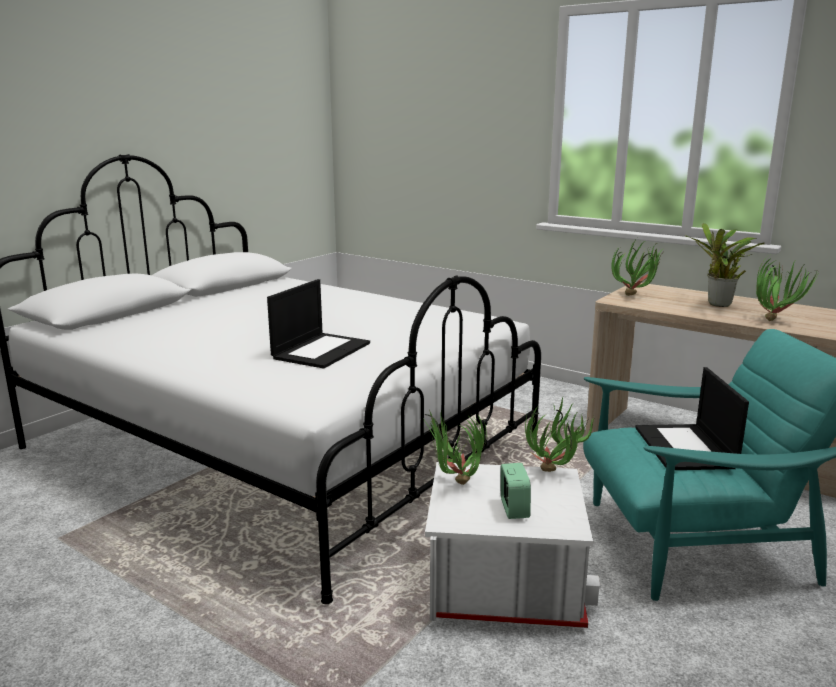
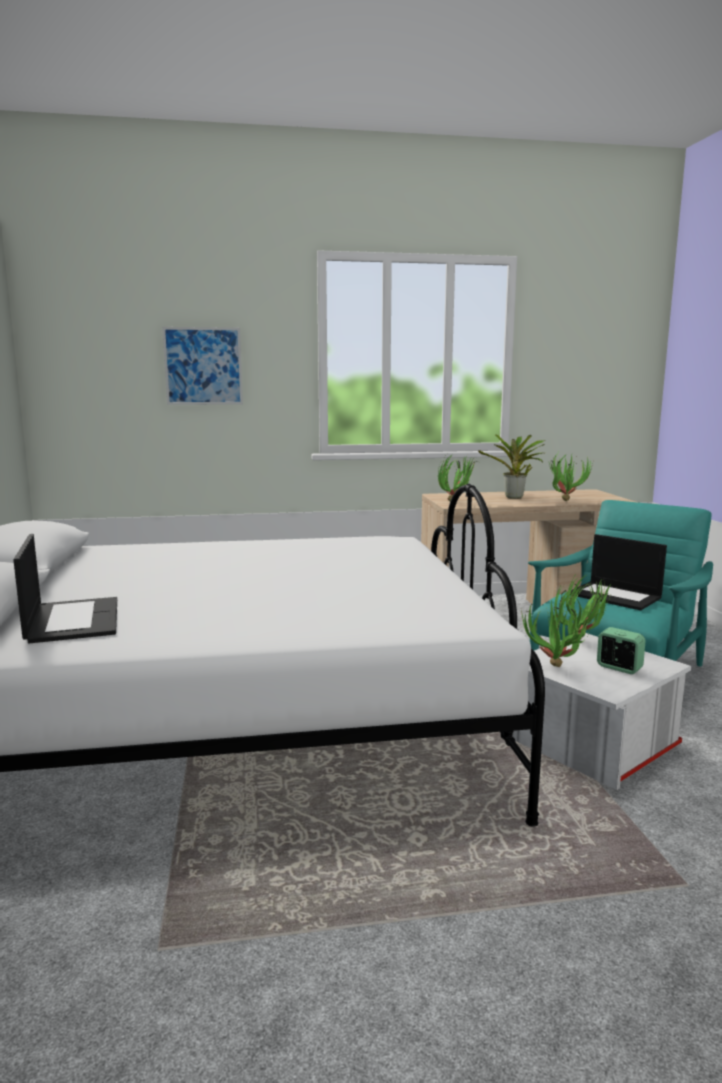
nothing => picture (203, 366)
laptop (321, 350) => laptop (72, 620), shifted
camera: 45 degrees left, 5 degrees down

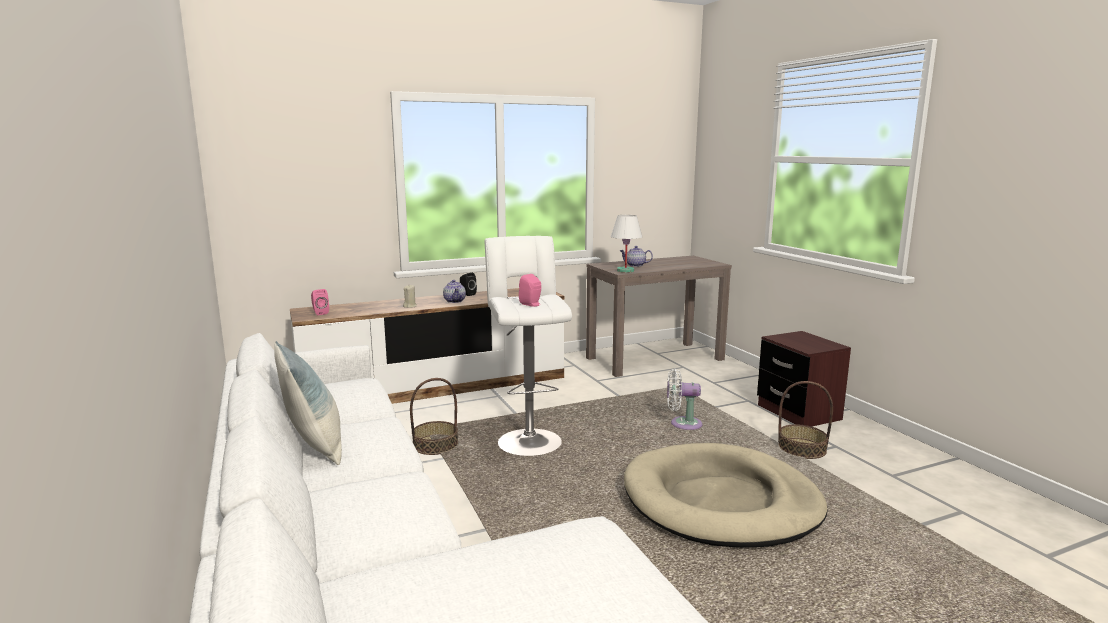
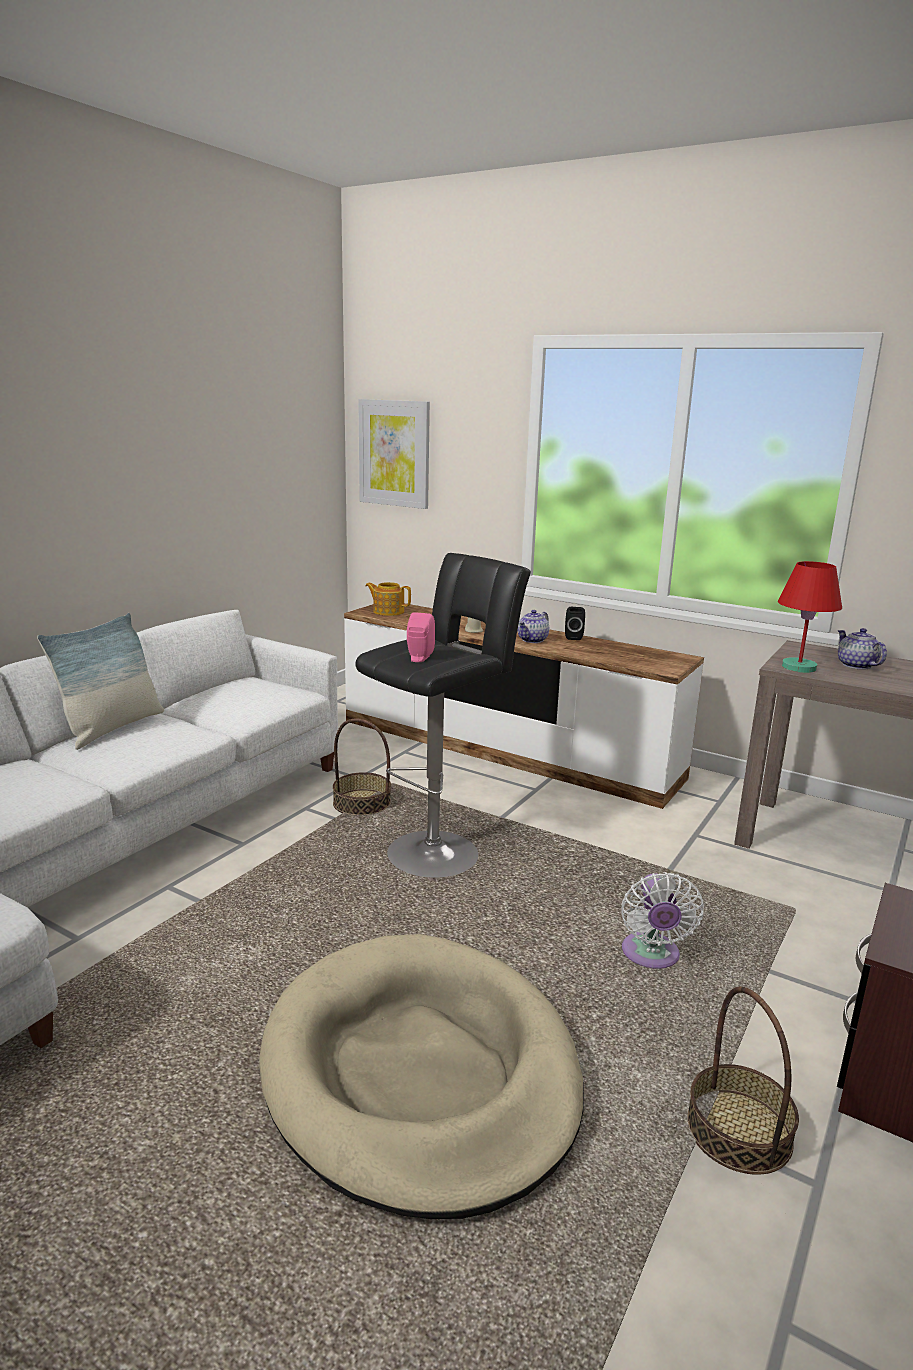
nothing => picture (394, 453)
speaker in pink (320, 313) => teapot (388, 611)
stool seat in whitish (528, 440) => stool seat in blackish (438, 851)
tabletop lamp in whitish (625, 271) => tabletop lamp in red (798, 667)
fan in whitish (682, 424) => fan in whitish (651, 956), 150 degrees counterclockwise
camera: 55 degrees right, 5 degrees up

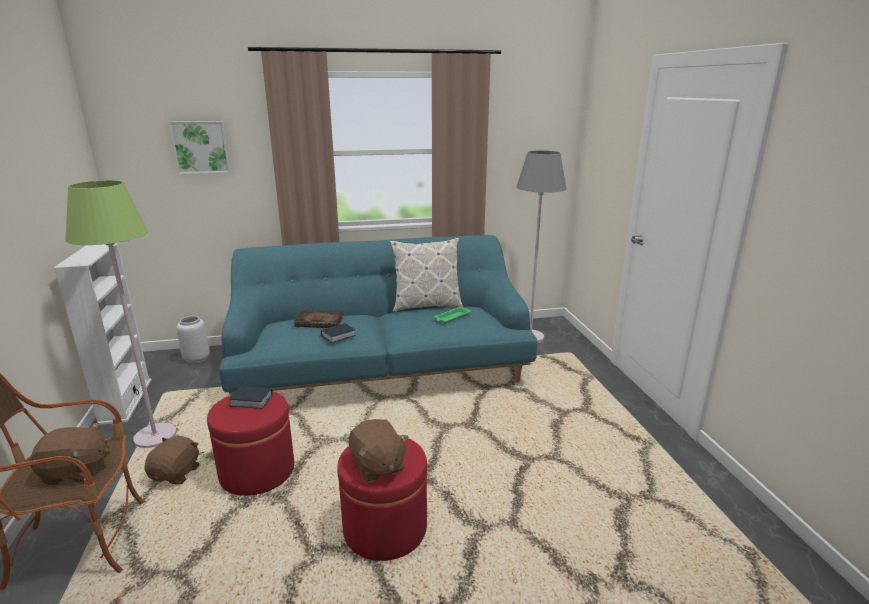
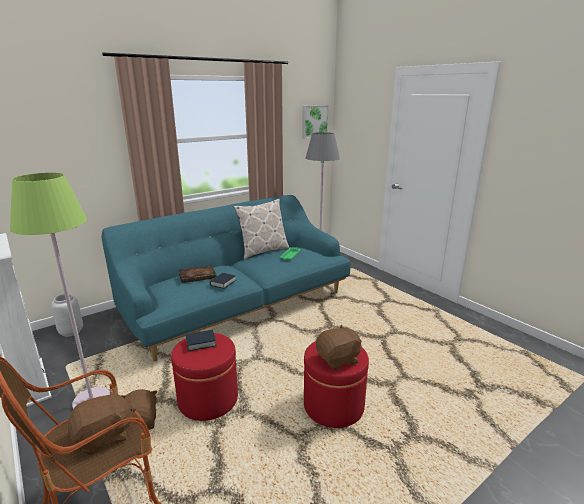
picture (201, 147) => picture (314, 121), shifted
soft toy in brownish (377, 466) => soft toy in brownish (338, 359), 60 degrees counterclockwise
camera: 25 degrees left, 0 degrees up

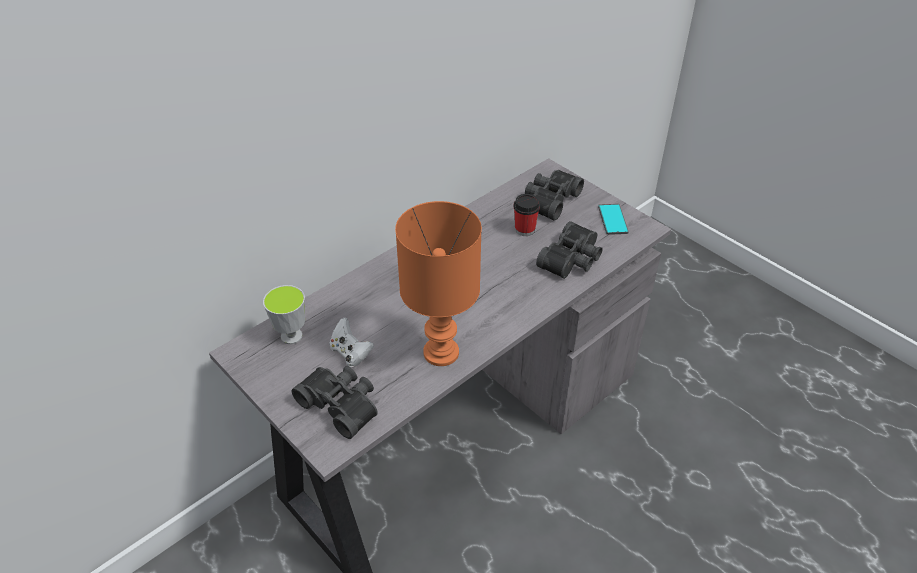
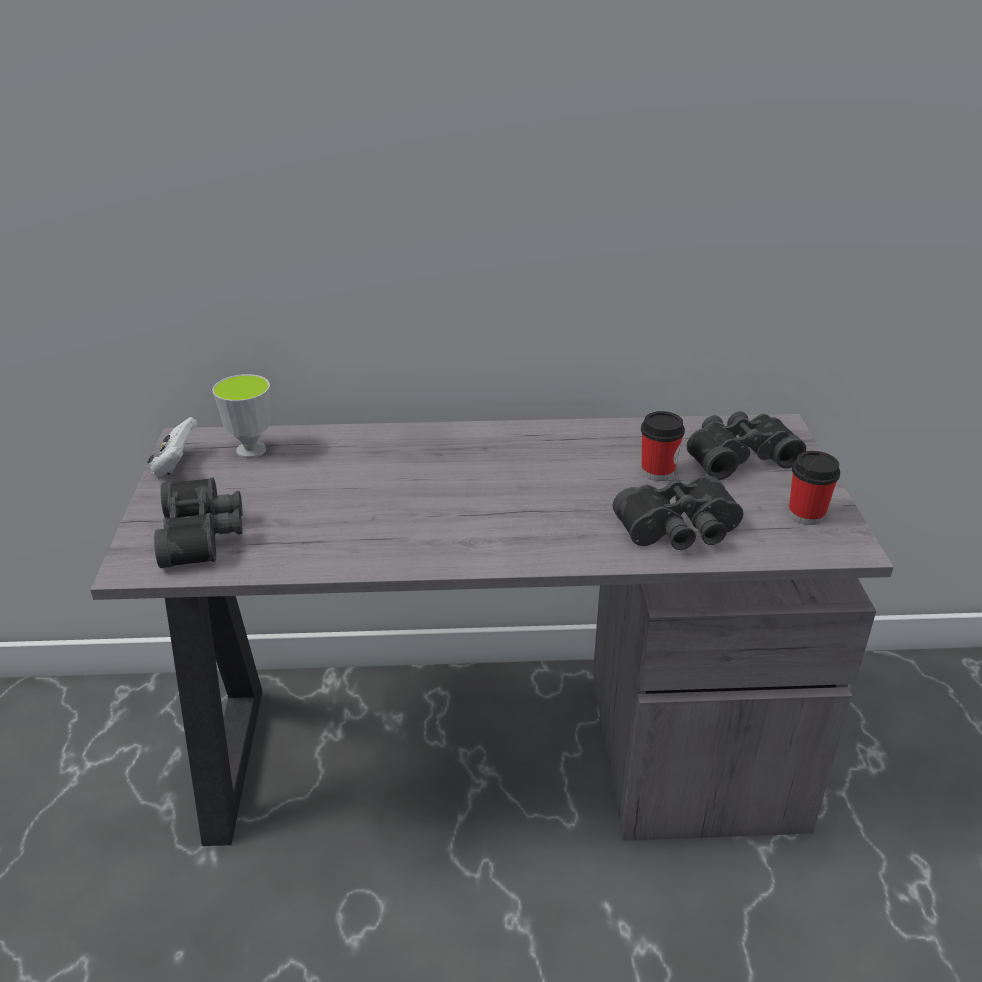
tabletop lamp in orange (442, 352) => nothing
joypad in whitish (351, 353) => joypad in whitish (176, 465), shifted
telephone (612, 219) => small cup (806, 515)
camera: 40 degrees right, 10 degrees down

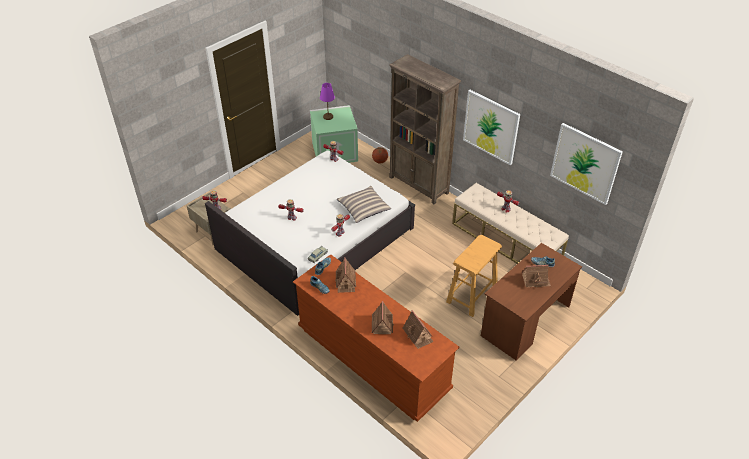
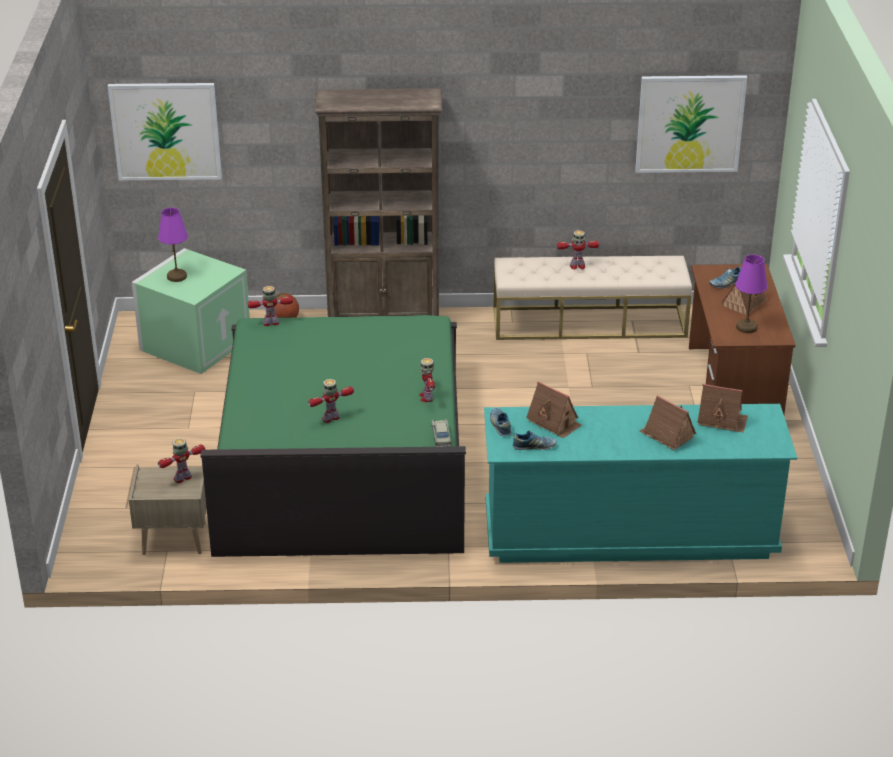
cushion (363, 208) => nothing
stool seat in beige (472, 295) => nothing
nothing => tabletop lamp in purple (746, 327)
picture (491, 127) => picture (166, 131), shifted
bedroom bed in whitish (315, 238) => bedroom bed in green-coloured (342, 458)
dresser in brownish (373, 358) => dresser in blue-green (629, 533)
camera: 45 degrees left, 10 degrees down

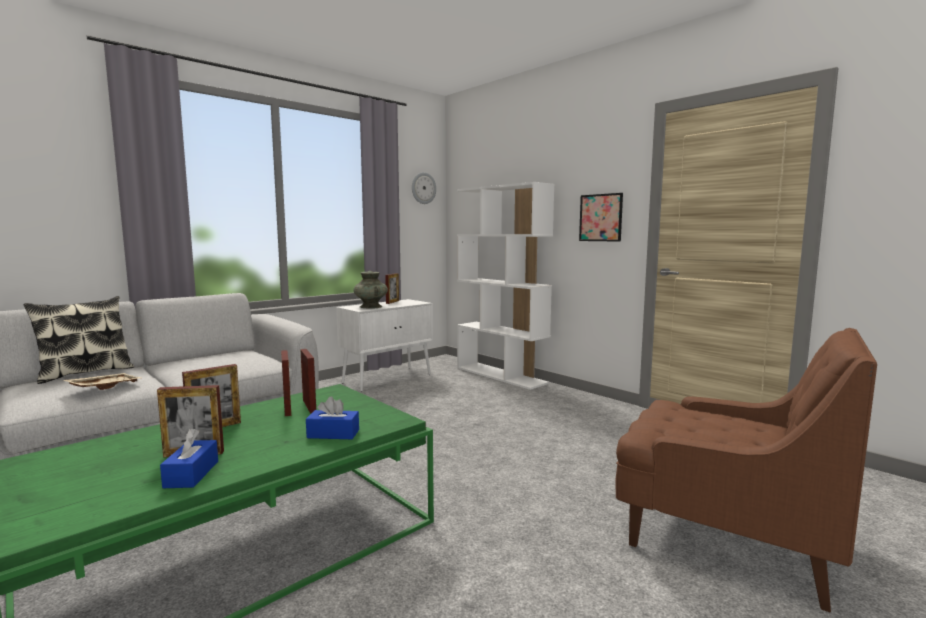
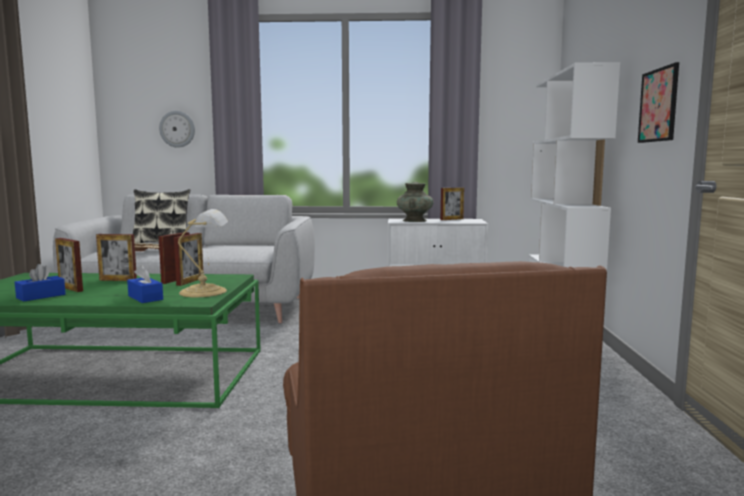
nothing => tabletop lamp (206, 291)
clock on the wall (423, 188) => clock on the wall (177, 129), shifted
camera: 45 degrees right, 0 degrees up

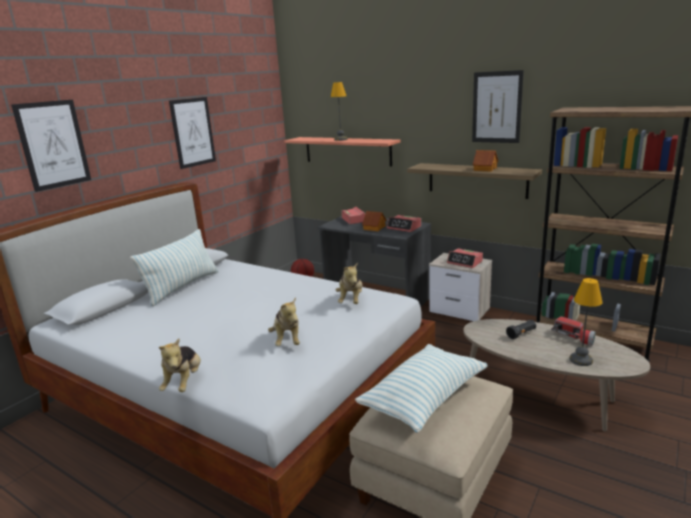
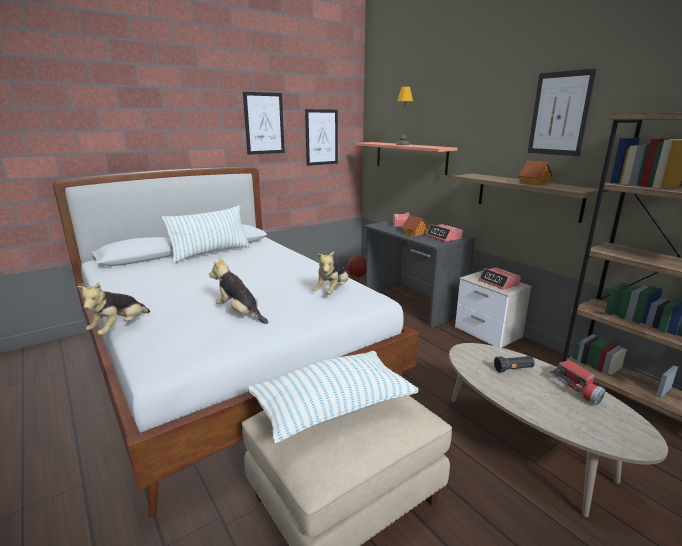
tabletop lamp (581, 360) => nothing
picture (53, 144) => picture (321, 137), shifted
soft toy (287, 340) => soft toy (240, 313), 120 degrees clockwise
camera: 20 degrees right, 0 degrees up

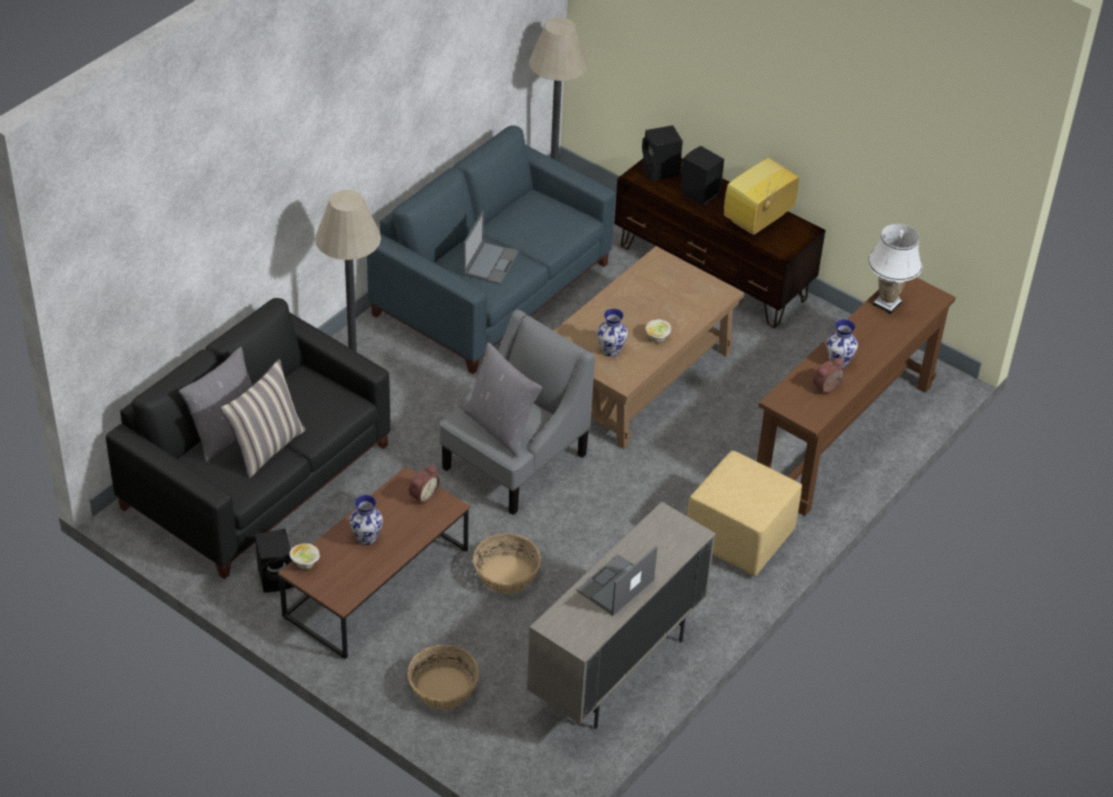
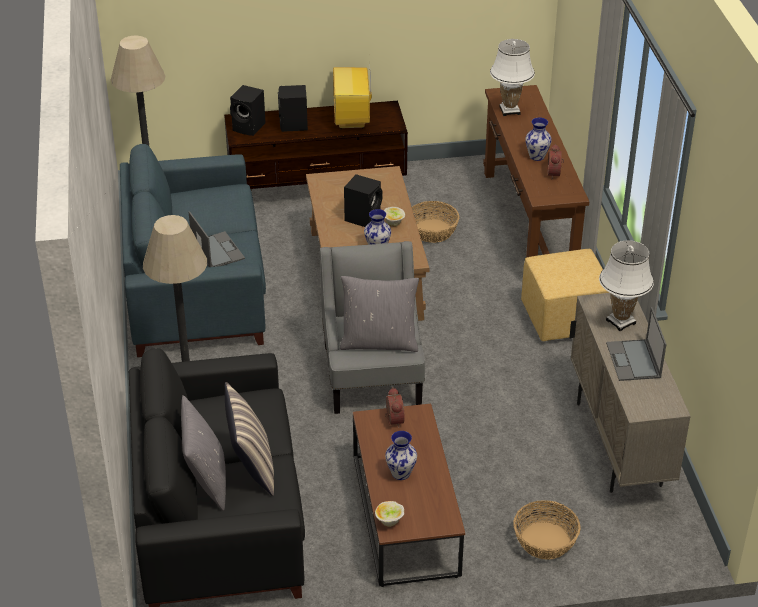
nothing => tabletop lamp in whitish (621, 322)
speaker in blackish (277, 577) => speaker in blackish (363, 217), shifted
household basket (506, 575) => household basket (433, 231), shifted
camera: 45 degrees left, 5 degrees down

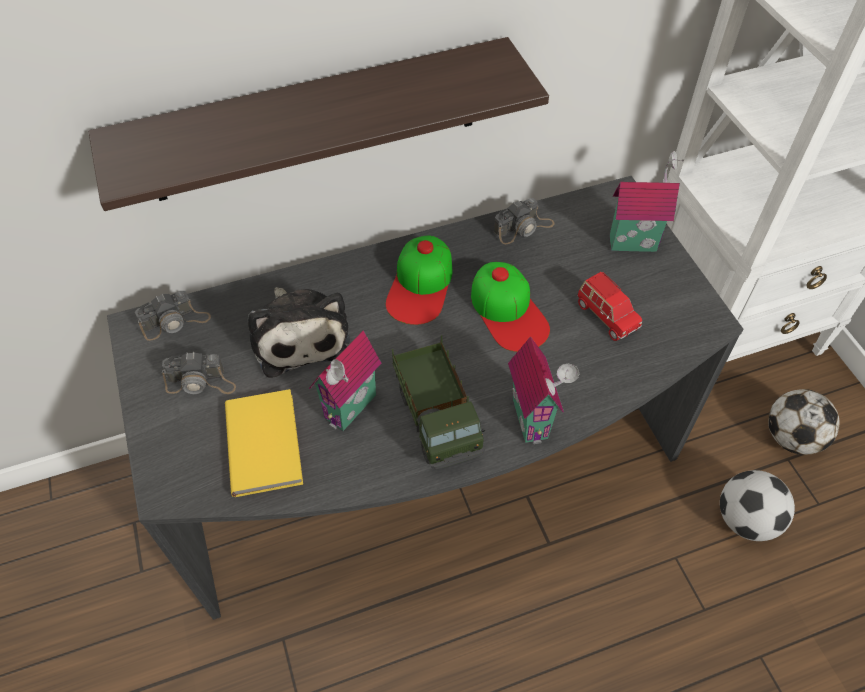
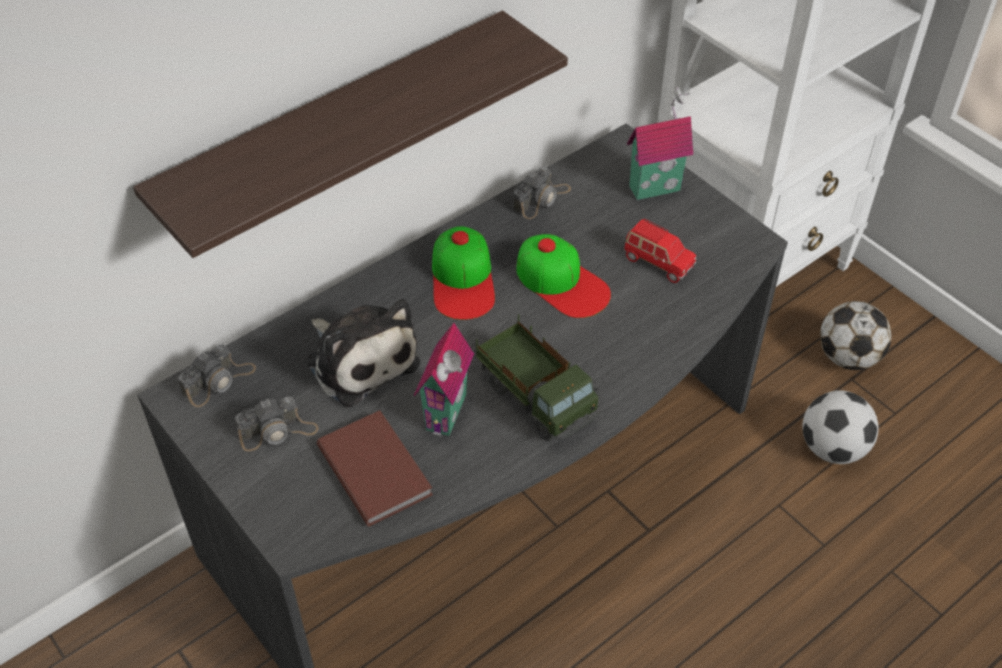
toy house (533, 418) => nothing
bound book in yellowish (266, 442) => bound book in brownish (376, 468)
camera: 20 degrees left, 5 degrees down

